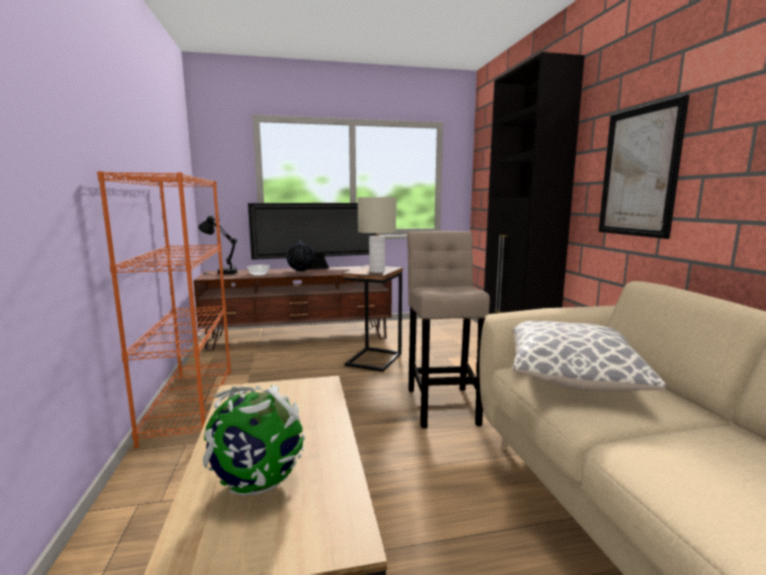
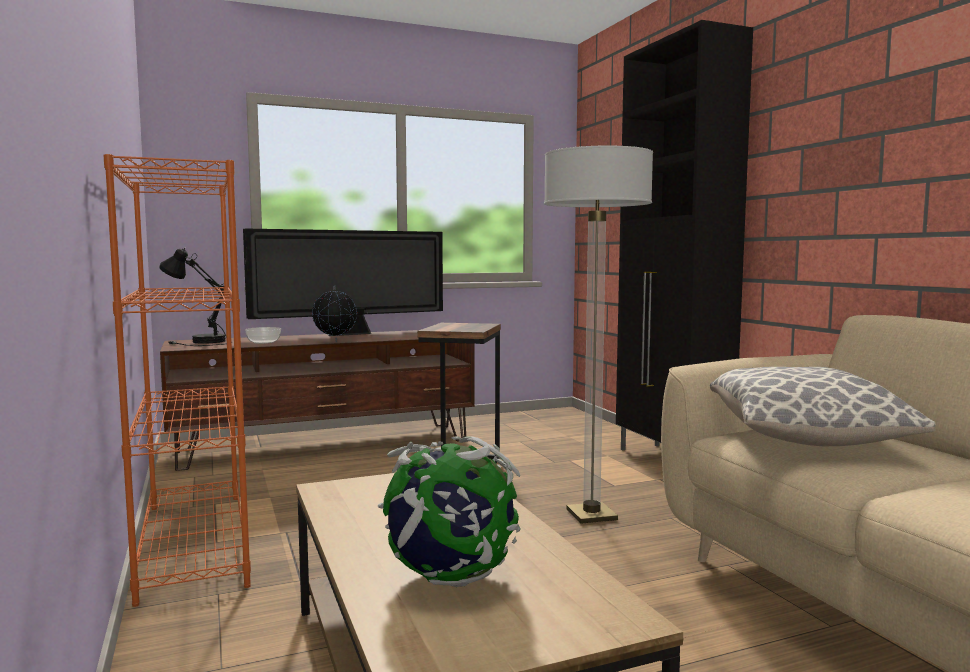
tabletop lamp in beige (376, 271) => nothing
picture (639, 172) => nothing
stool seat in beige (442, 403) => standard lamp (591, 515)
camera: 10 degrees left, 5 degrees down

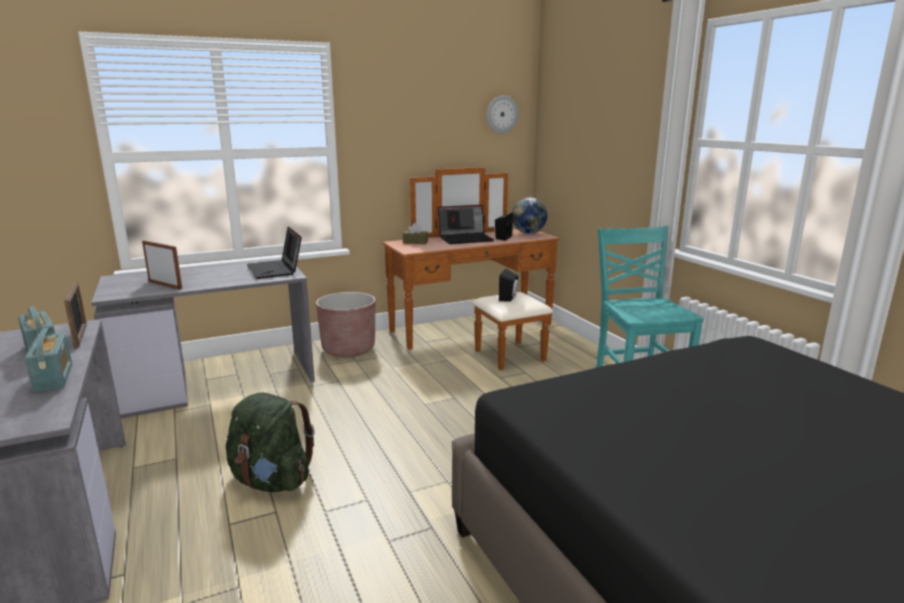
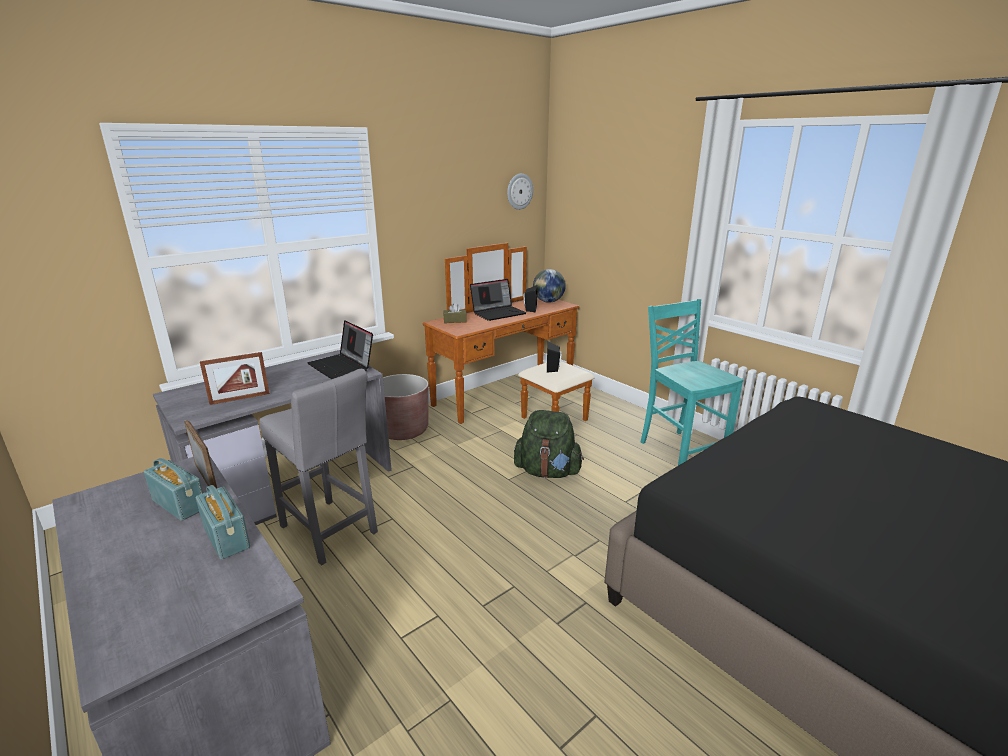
nothing => stool seat in grey (330, 532)
knapsack in green-coloured (271, 481) => knapsack in green-coloured (547, 472), shifted
standing frame (165, 285) => standing frame (240, 398), 135 degrees clockwise
camera: 15 degrees left, 5 degrees up

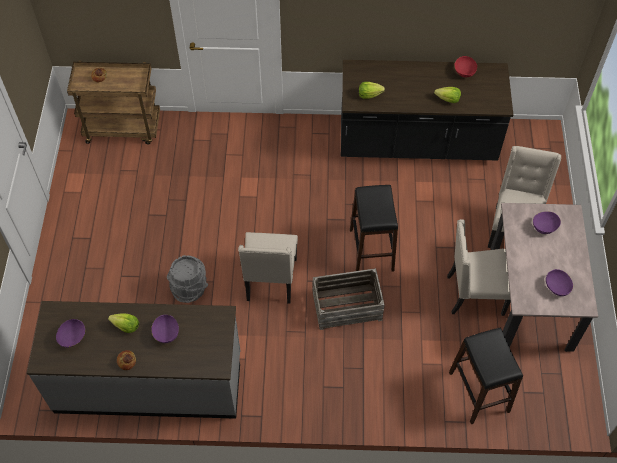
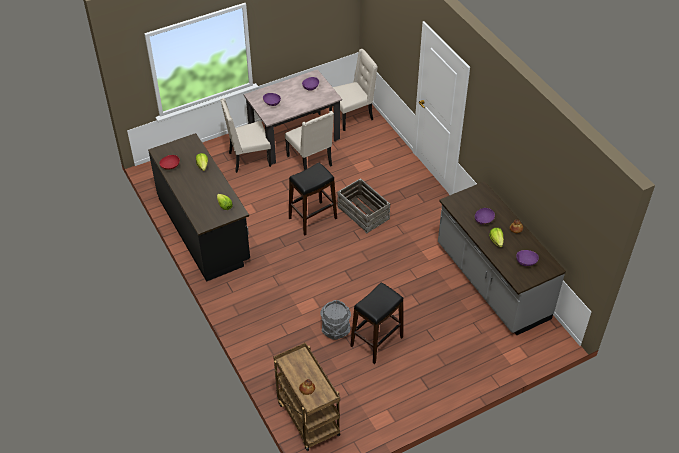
water bucket in grey (189, 289) => water bucket in grey (335, 330), shifted
upright chair in beige (270, 281) => upright chair in beige (352, 116), shifted
stool seat in blackish (478, 392) => stool seat in blackish (376, 342), shifted
camera: 120 degrees left, 10 degrees down

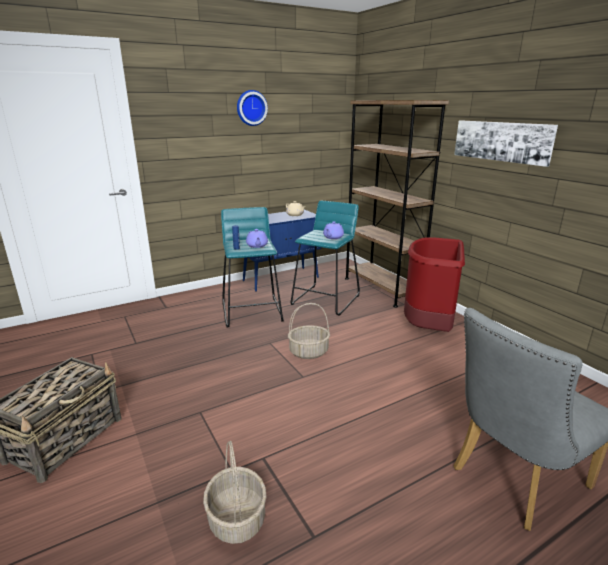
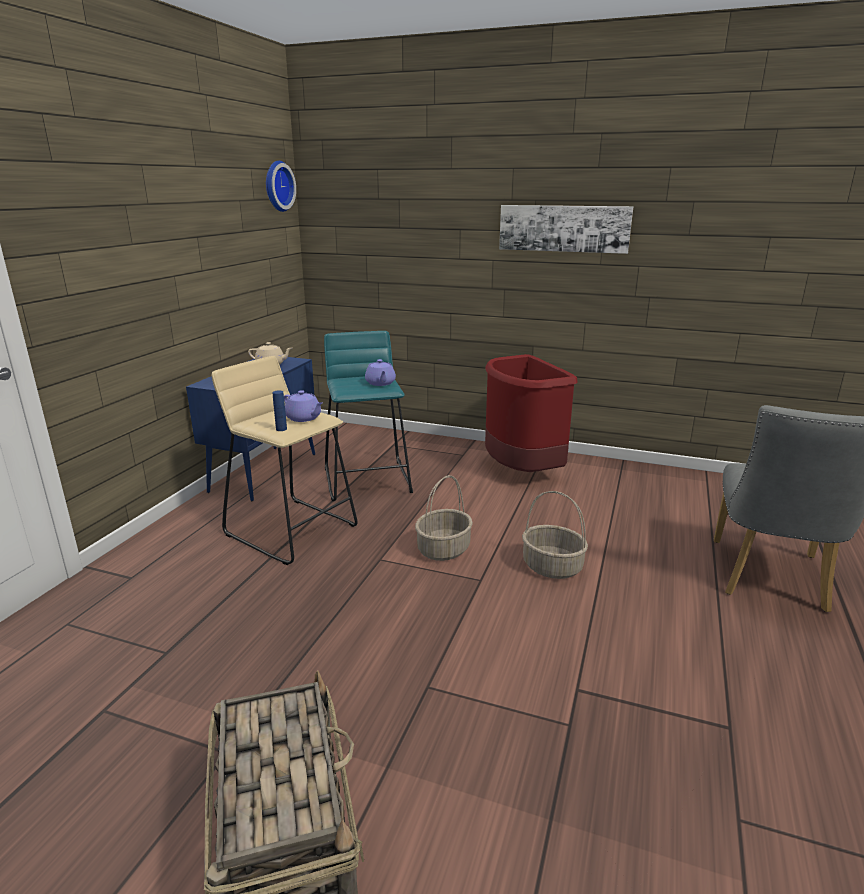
shelving unit in brownish (382, 288) => nothing
household basket (236, 518) => household basket (551, 567), shifted
clock on the wall (251, 108) => clock on the wall (277, 186), shifted
stool seat in blue-green (252, 311) => stool seat in beige (292, 529)
camera: 40 degrees left, 0 degrees up

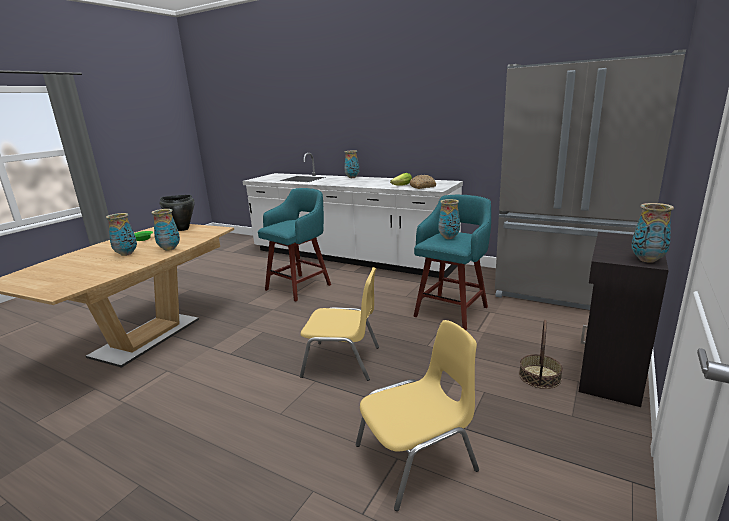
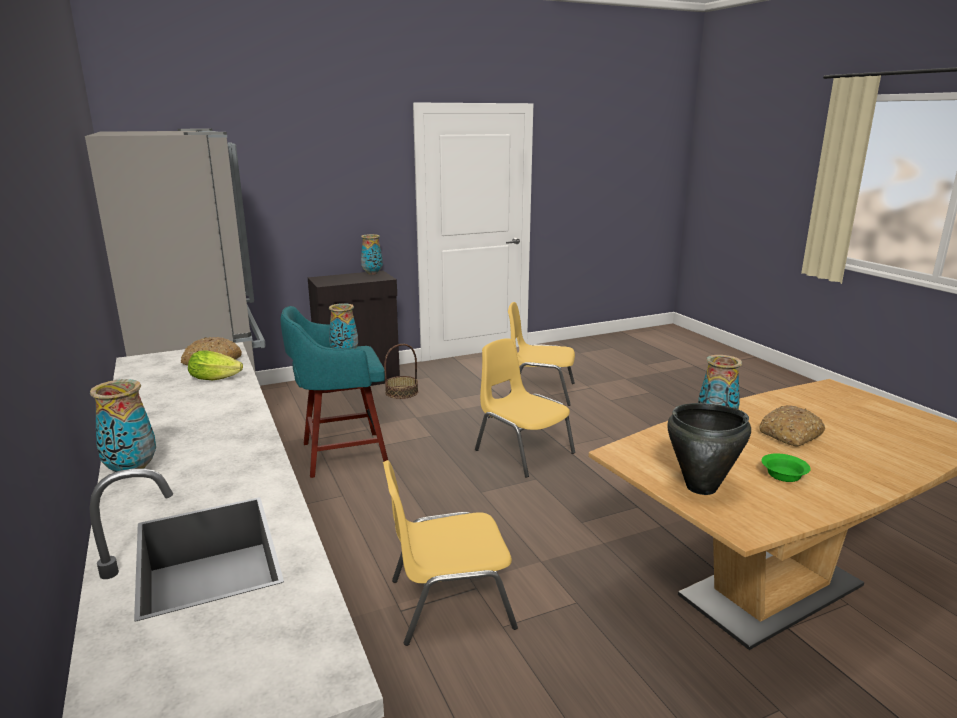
flower vase (126, 254) => baked bread (790, 435)
stool seat in blue-green (300, 286) => upright chair in yellowish (449, 602)
camera: 145 degrees left, 0 degrees up

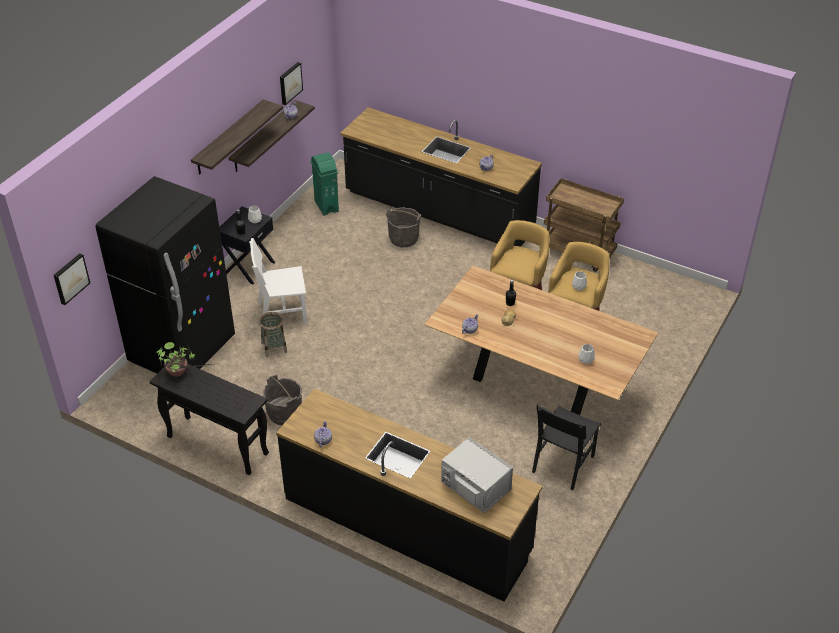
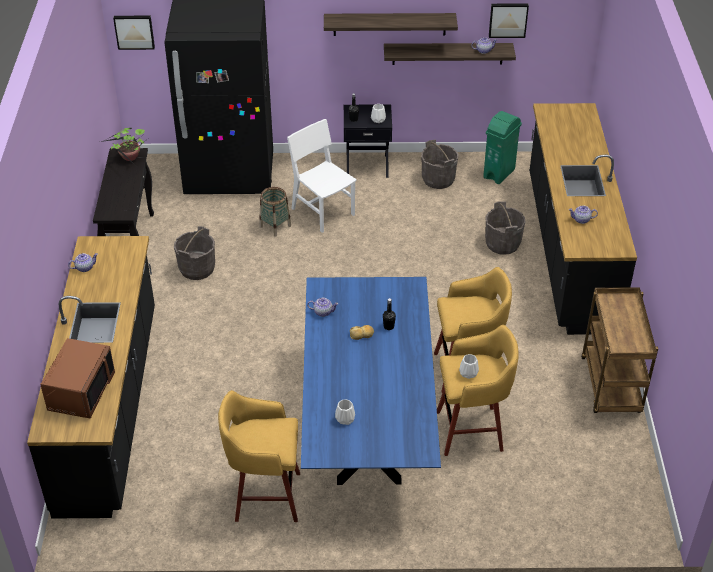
nothing => water bucket in grey (438, 179)
upright chair in blackish (563, 463) => stool seat in yellowish (265, 496)
dinner table in brownish (535, 384) => dinner table in blue-coloured (367, 429)
microwave in grey (474, 487) => microwave in brownish (80, 391)
camera: 60 degrees right, 0 degrees up

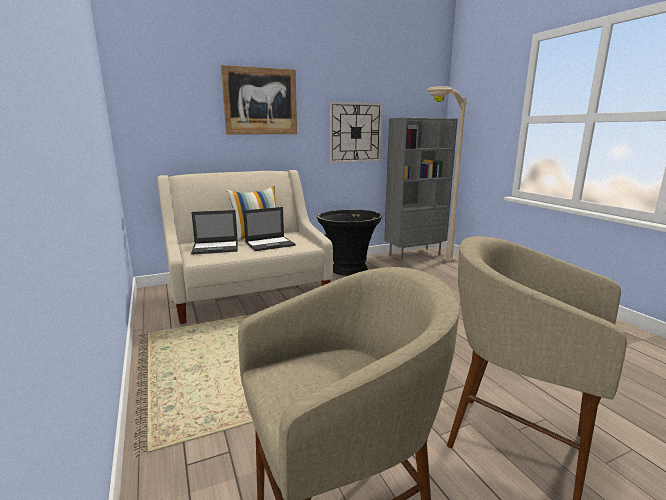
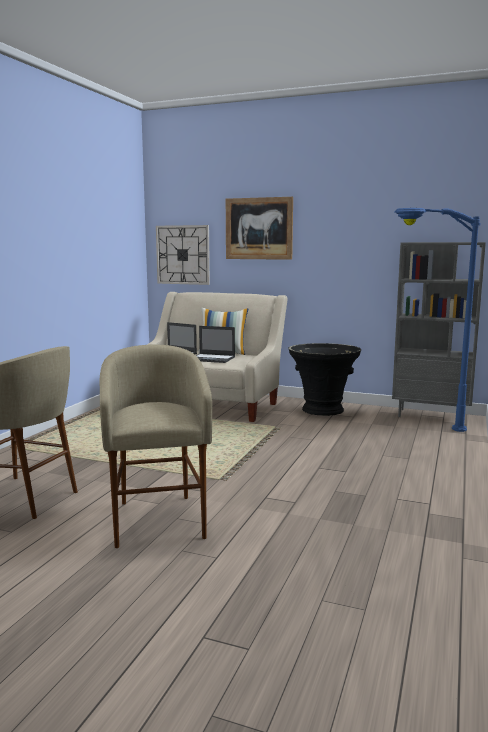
clock on the wall (355, 132) => clock on the wall (183, 255), shifted
standard lamp in beige (433, 267) => standard lamp in blue-coloured (415, 430)
camera: 45 degrees right, 5 degrees down

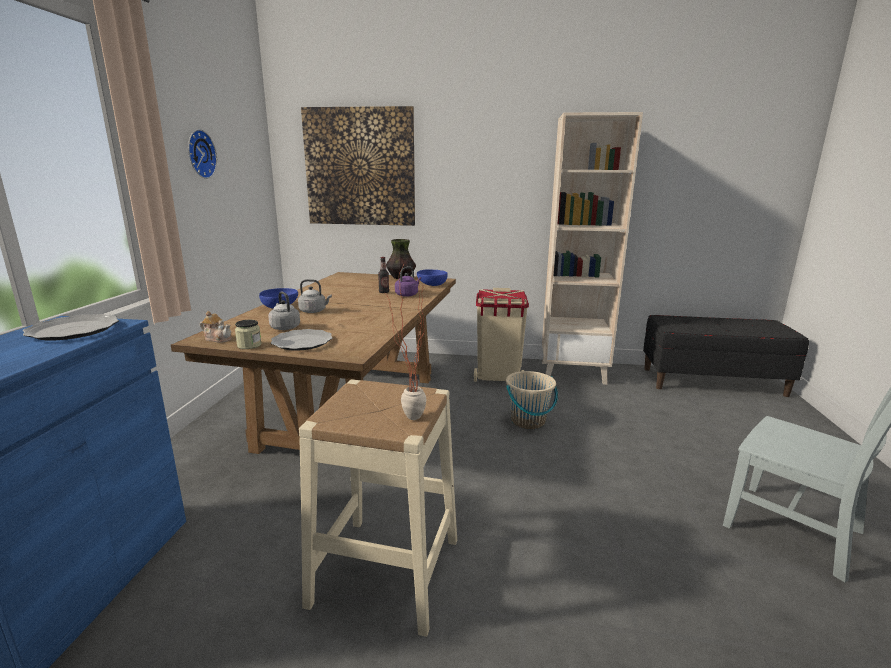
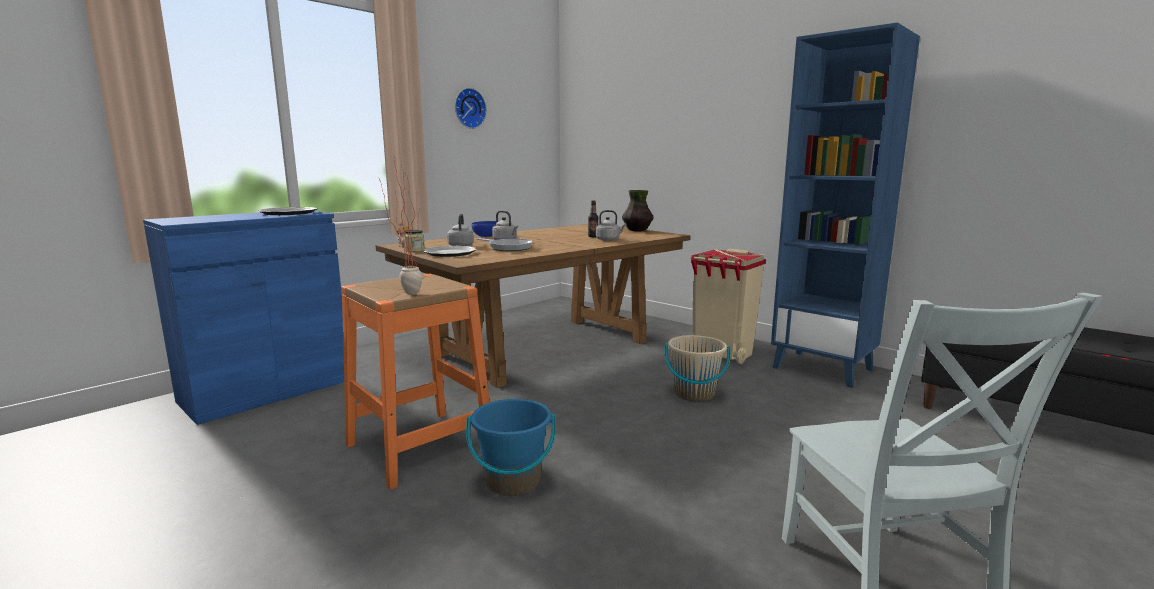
picture (360, 167) => nothing
deep dish in blue-coloured (431, 285) => nothing
nothing => water bucket in blue-coloured (513, 481)
nothing => skillet (508, 248)
stool seat in beige (386, 571) => stool seat in orange (420, 446)
tea kettle in purple (407, 295) => tea kettle in grey (609, 240)
shelving unit in beige (573, 372) => shelving unit in blue-coloured (823, 368)
camera: 35 degrees right, 5 degrees down

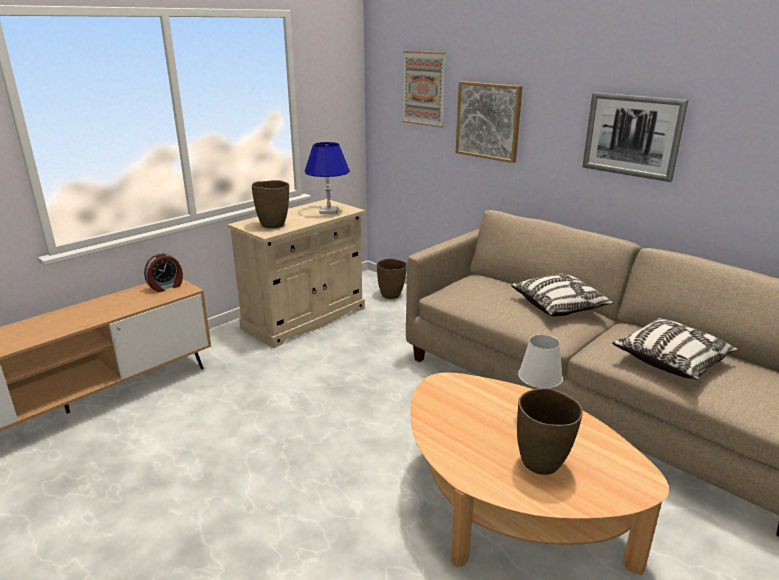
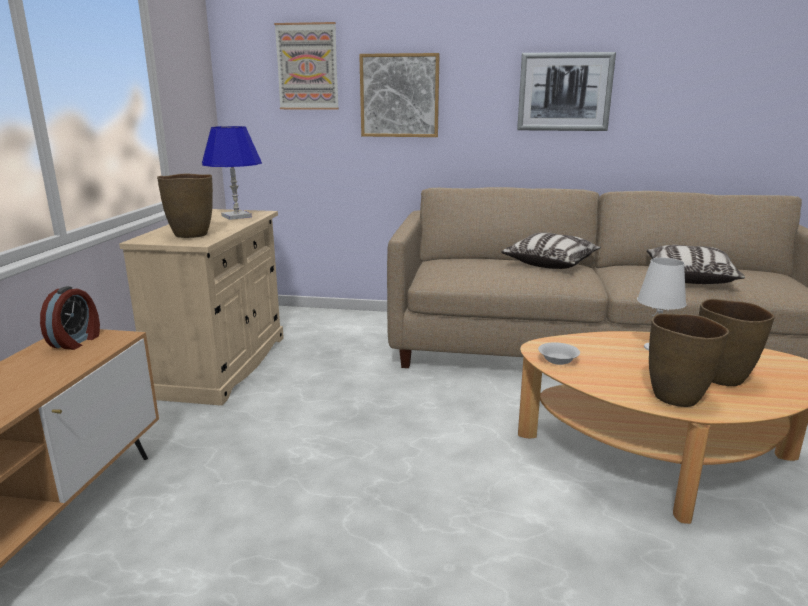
nothing => deep dish in whitish (557, 361)
flower vase in brownish (391, 295) => flower vase in brownish (676, 397), shifted
camera: 35 degrees left, 5 degrees down

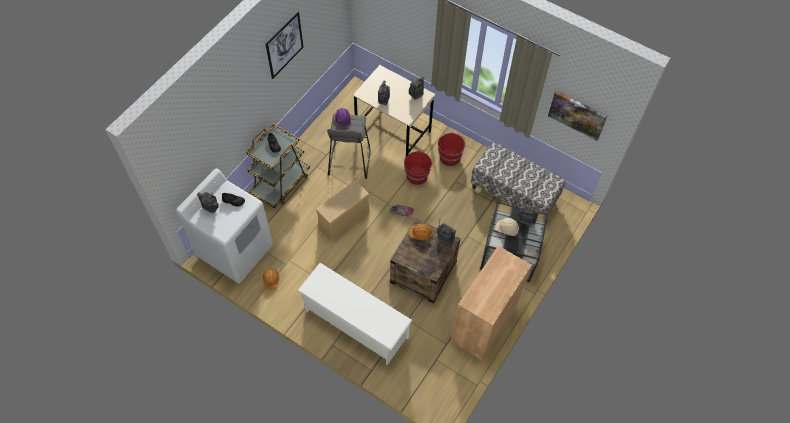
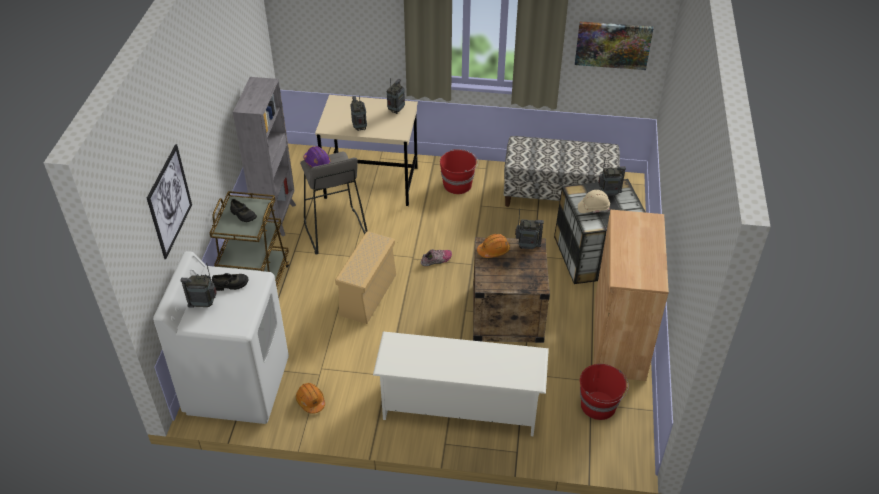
nothing => shelving unit in grey (277, 217)
picture (284, 45) => picture (169, 201), shifted
water bucket in red (417, 176) => water bucket in red (599, 406), shifted
camera: 25 degrees left, 15 degrees down

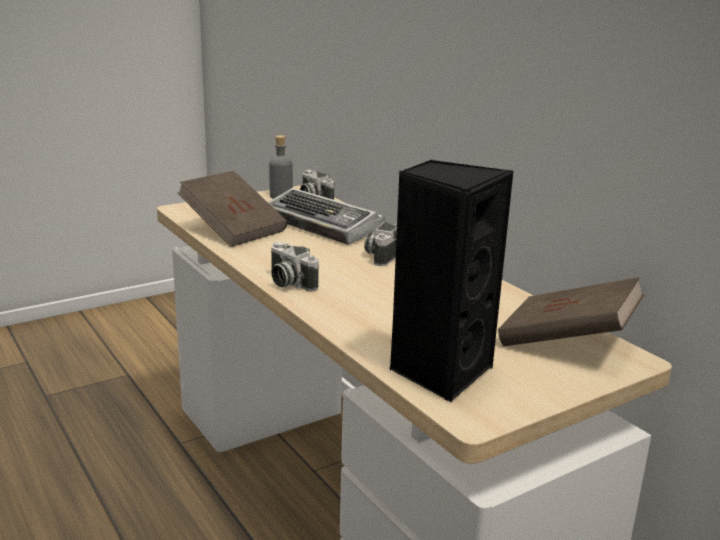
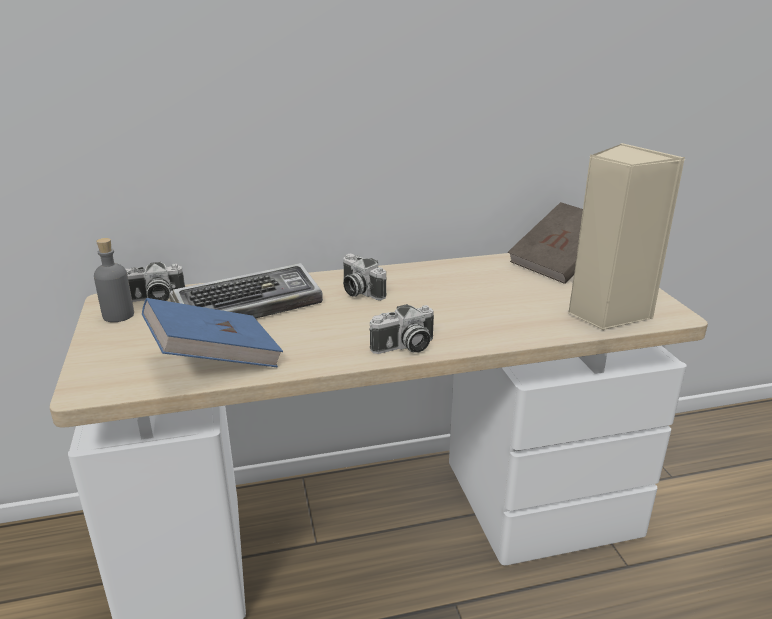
bound book in brownish (234, 229) => bound book in blue-coloured (215, 359)
speaker in blackish (439, 371) => speaker in beige (605, 313)
camera: 70 degrees left, 5 degrees up

